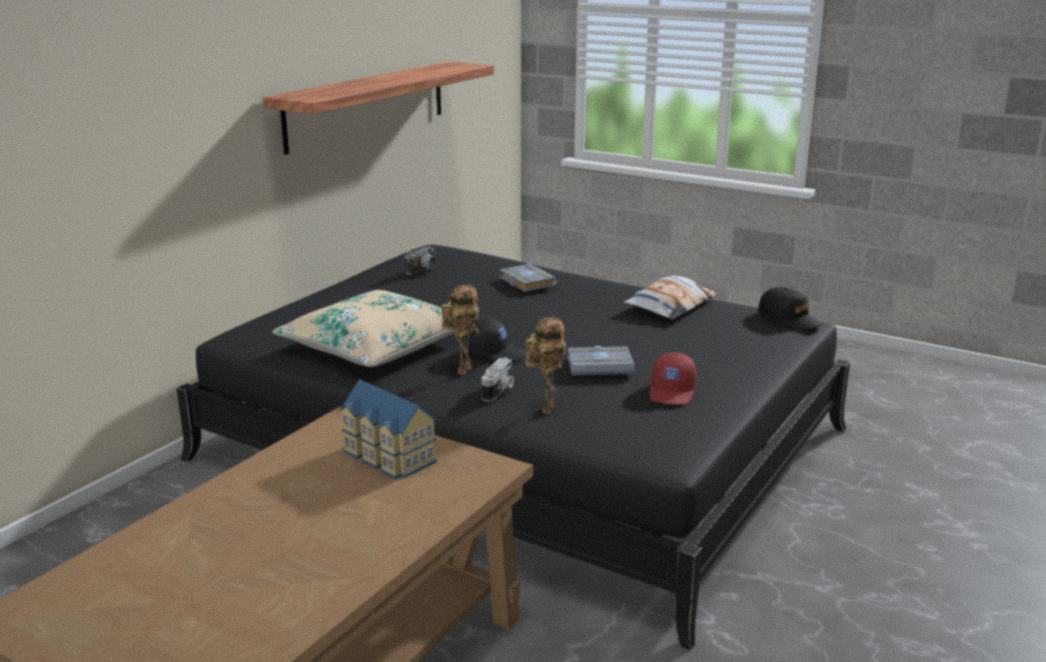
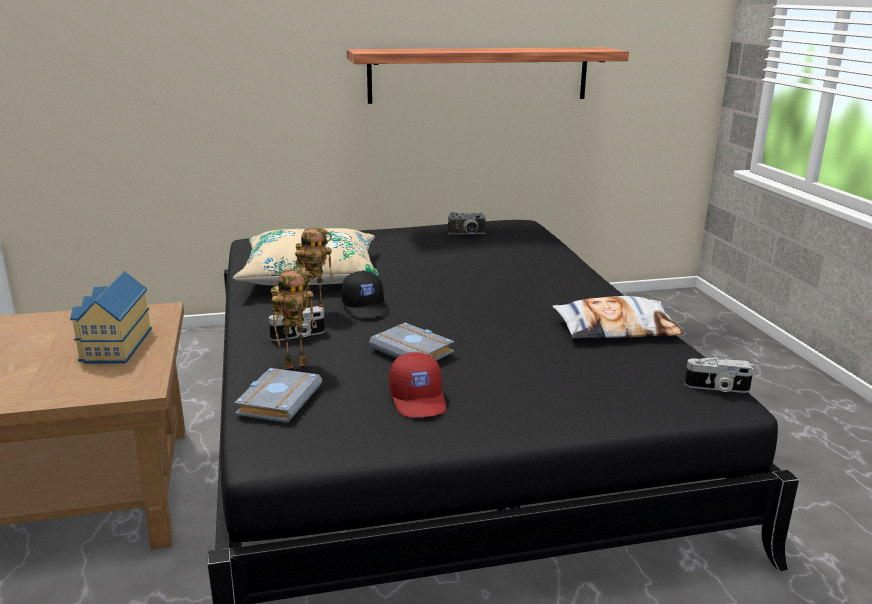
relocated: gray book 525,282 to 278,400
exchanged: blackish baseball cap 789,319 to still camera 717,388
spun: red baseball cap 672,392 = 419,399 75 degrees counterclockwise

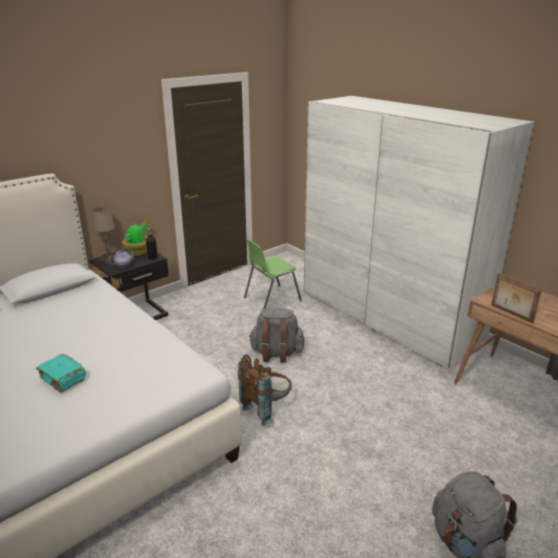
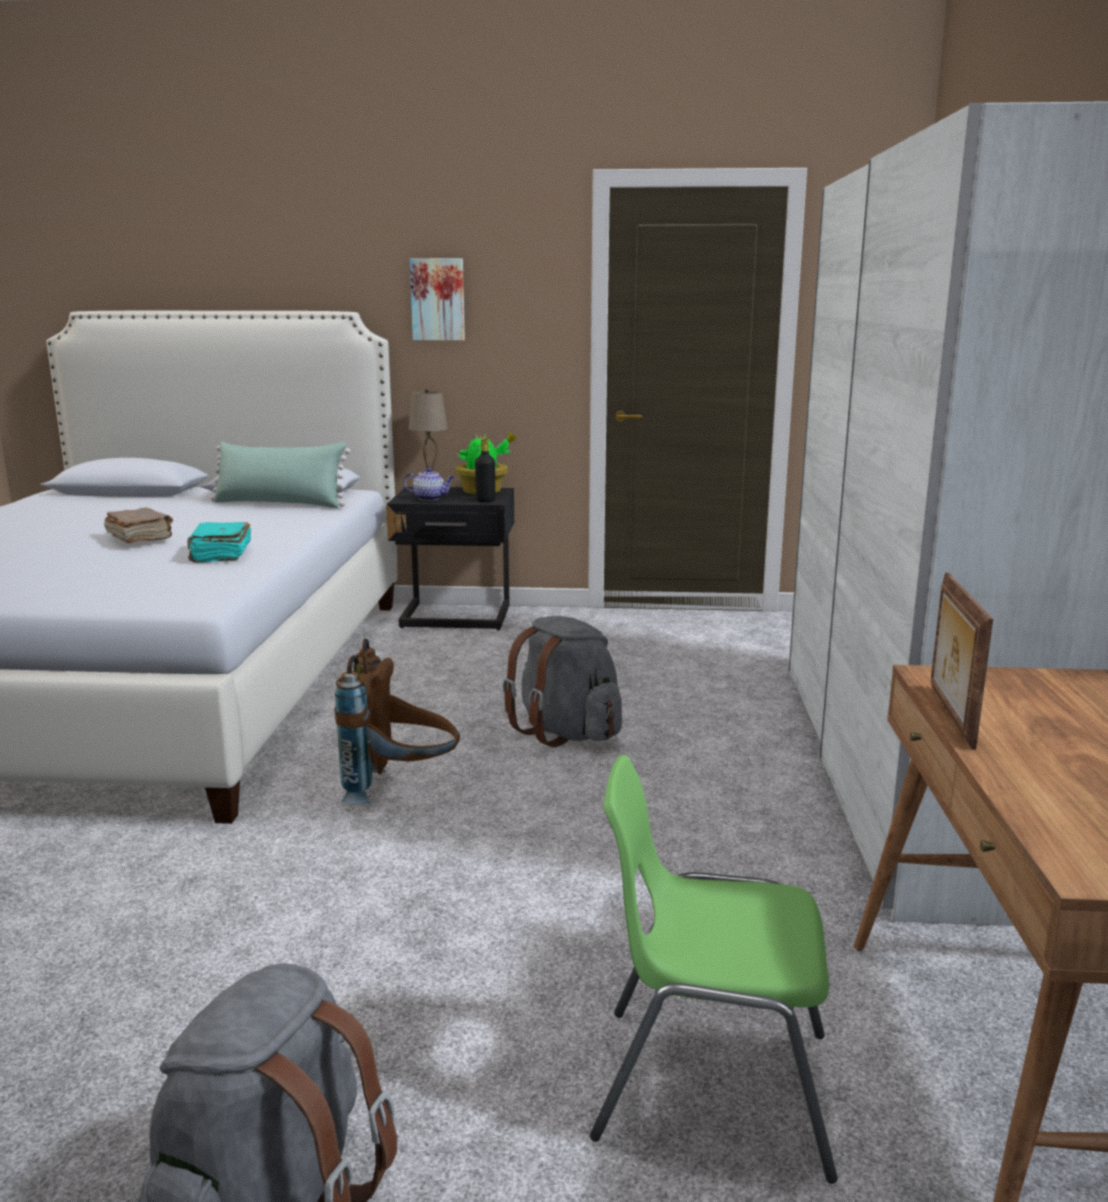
appeared: brown book 140,538; green-coloured cushion 280,503; picture 438,299
relocated: blue-green book 63,379 to 220,554; green-coloured plain chair 271,299 to 709,1085

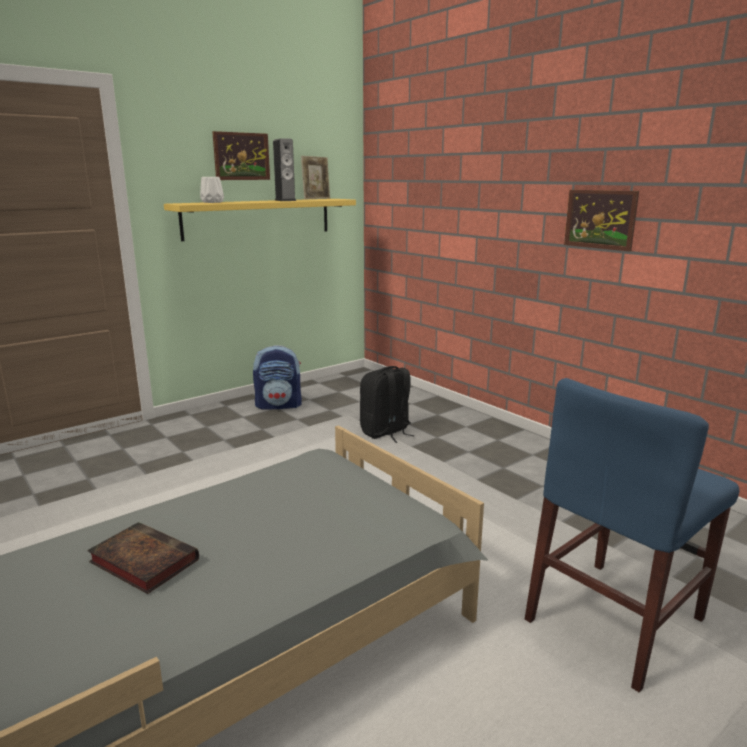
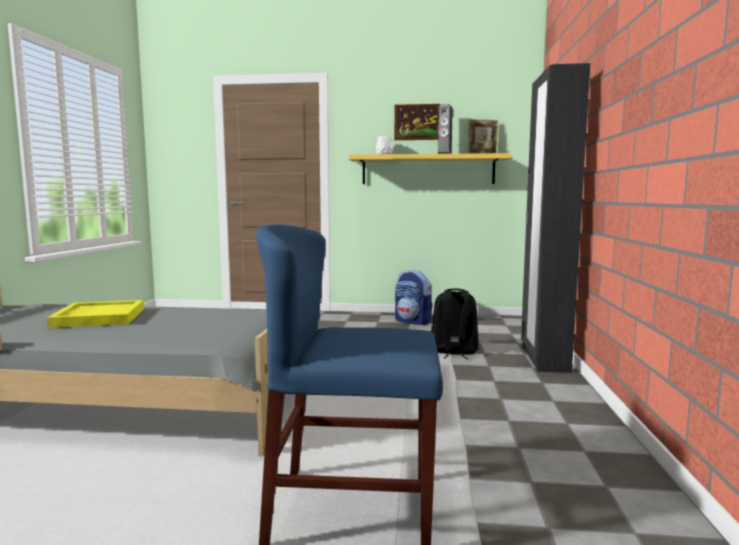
missing: picture 600,219
appeared: blackish armoire 543,359
exchanged: book 141,561 to yellow serving tray 99,317

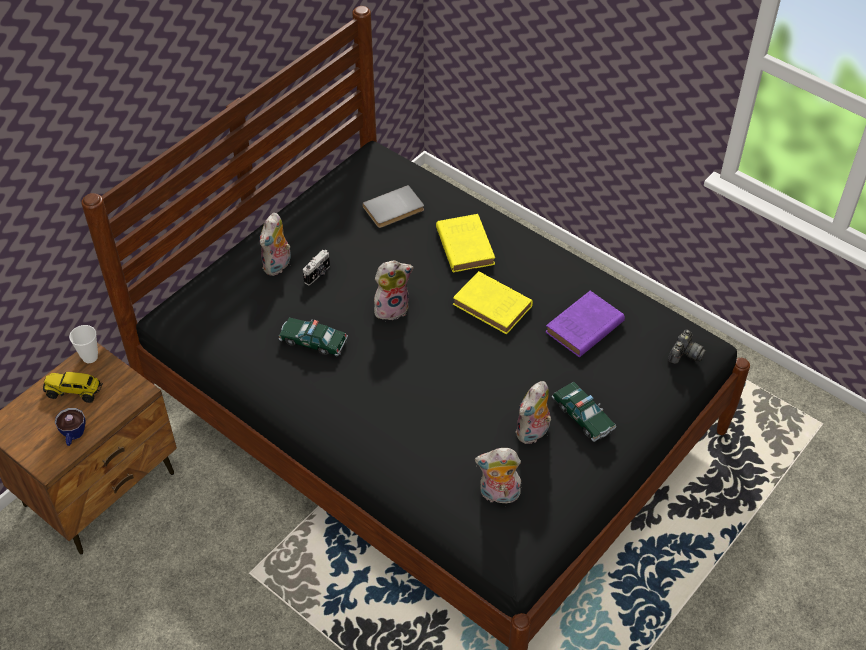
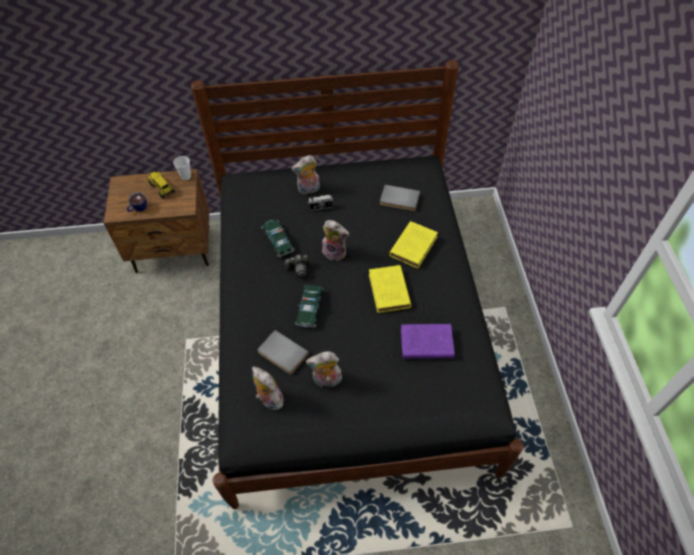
appeared: gray book 282,354
relocated: model car 583,416 to 310,308; still camera 684,354 to 299,269

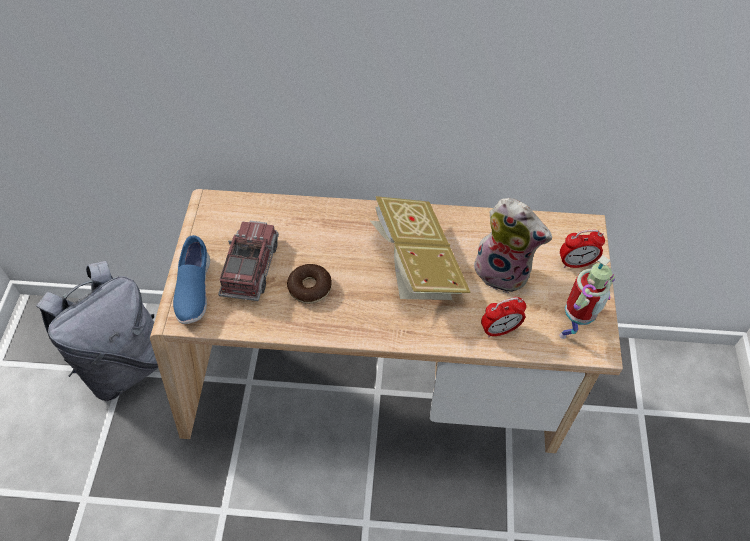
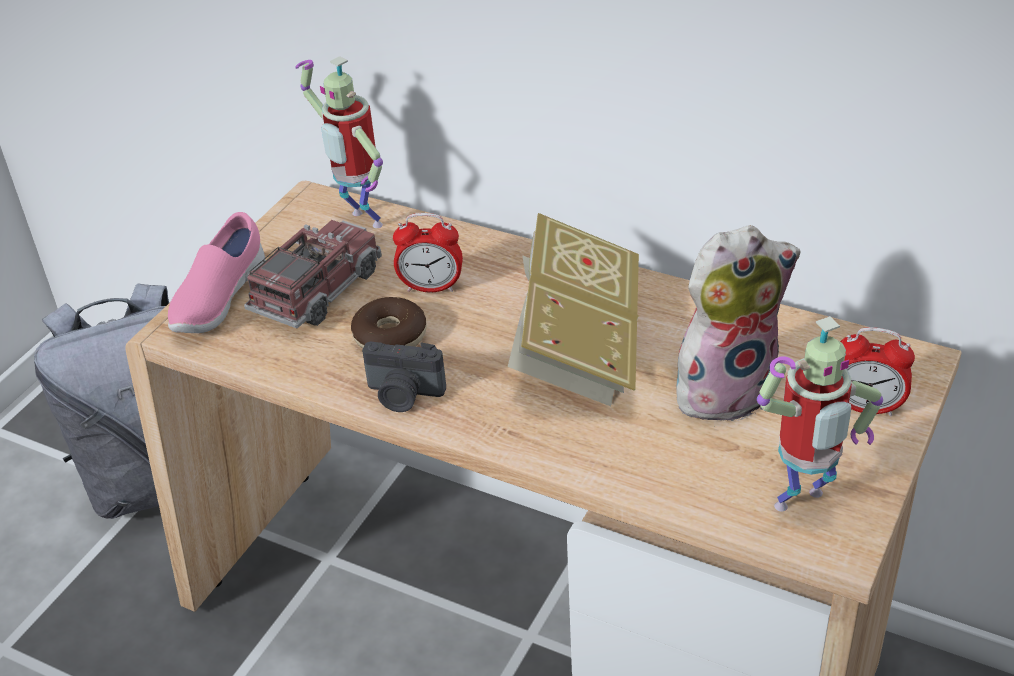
appeared: robot figure 361,221; still camera 403,395
relocated: alarm clock 499,330 to 431,287
colour: blue low shoe 194,290 to pinkish low shoe 218,300
spun: plush toy 504,271 = 725,389 75 degrees counterclockwise

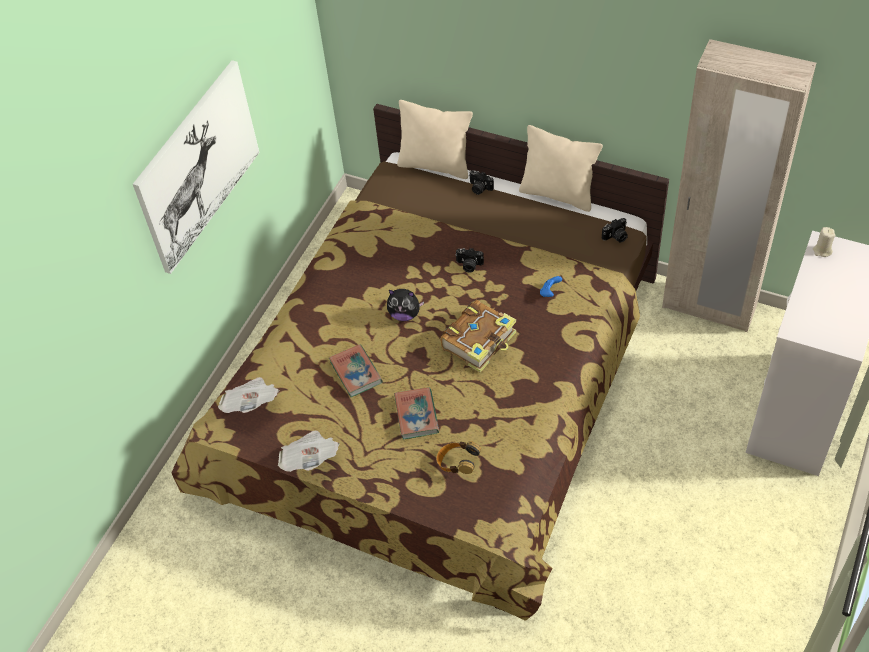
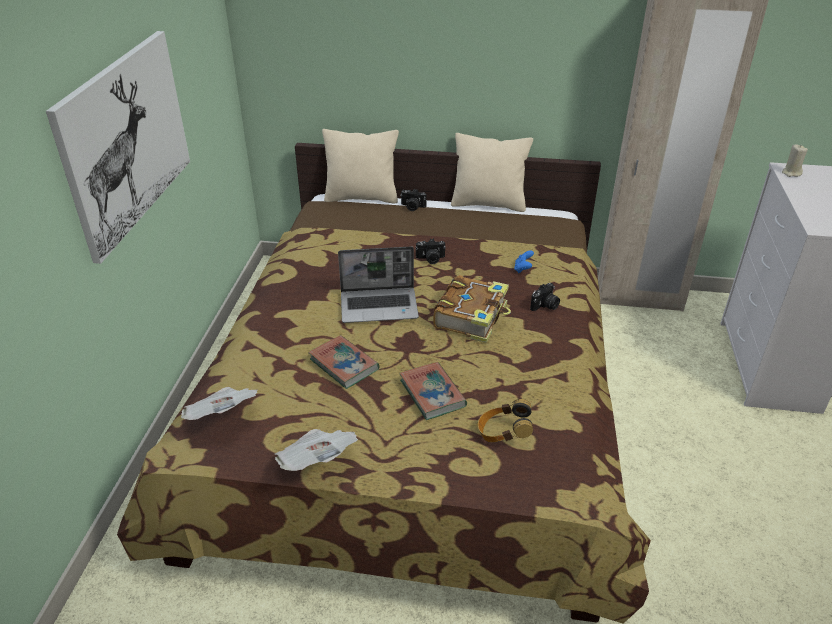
relocated: still camera 616,237 to 545,306
exchanged: plush toy 405,314 to laptop 380,306

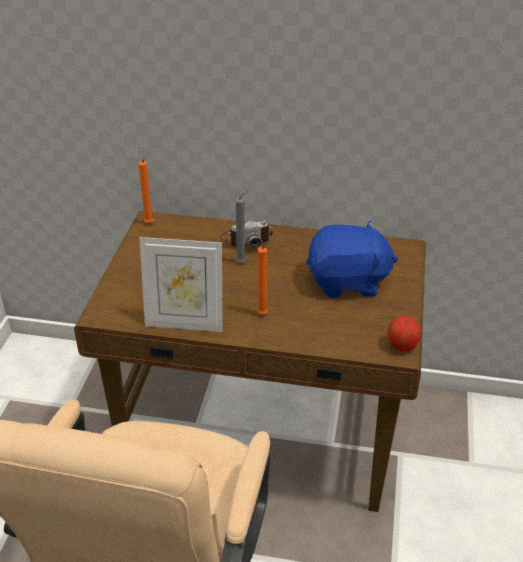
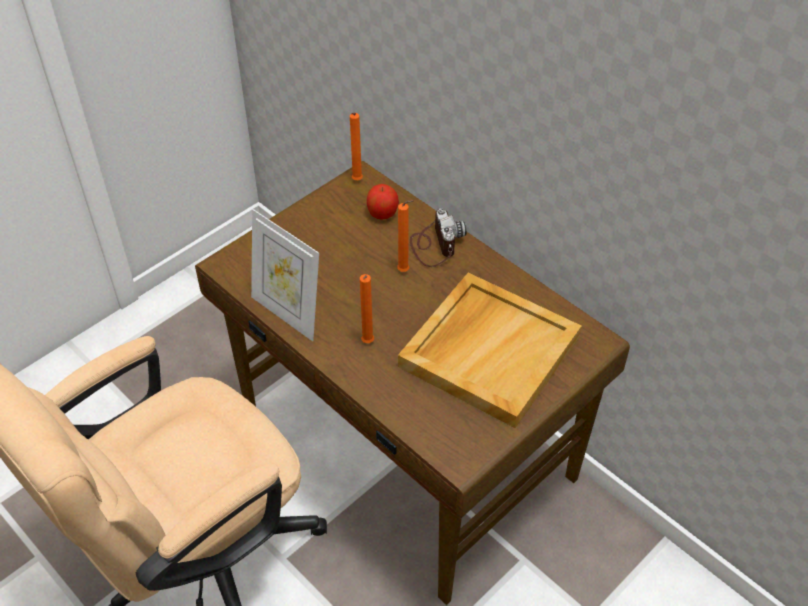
relocated: whole apple 402,346 to 382,214
exchanged: blue plush toy 348,282 to beige serving tray 489,350
colour: gray candle 242,262 to orange-coloured candle 405,271
spun: still camera 246,239 = 434,245 120 degrees counterclockwise

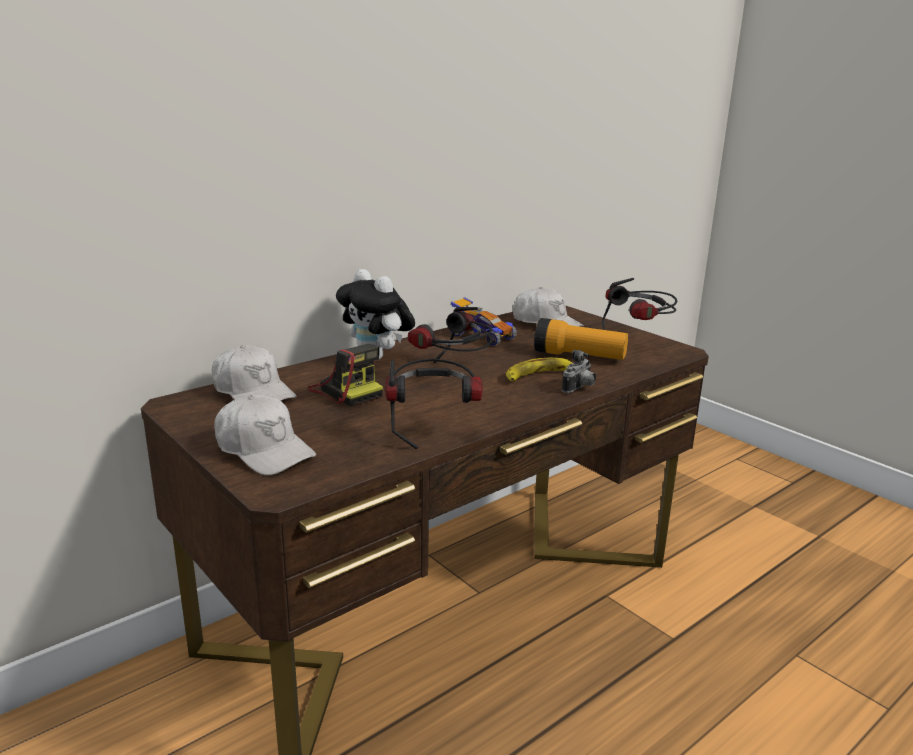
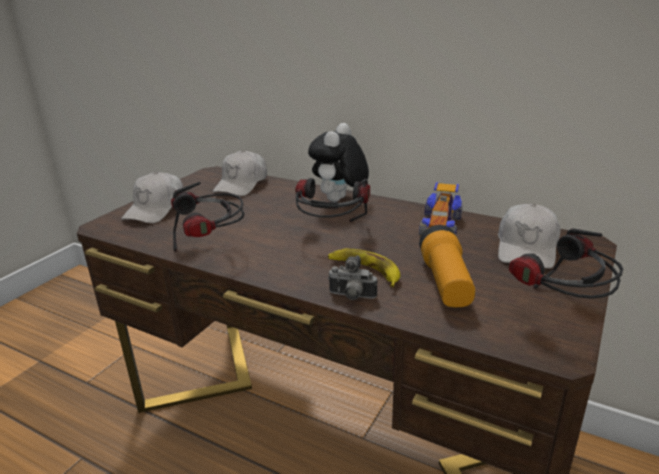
missing: still camera 346,391

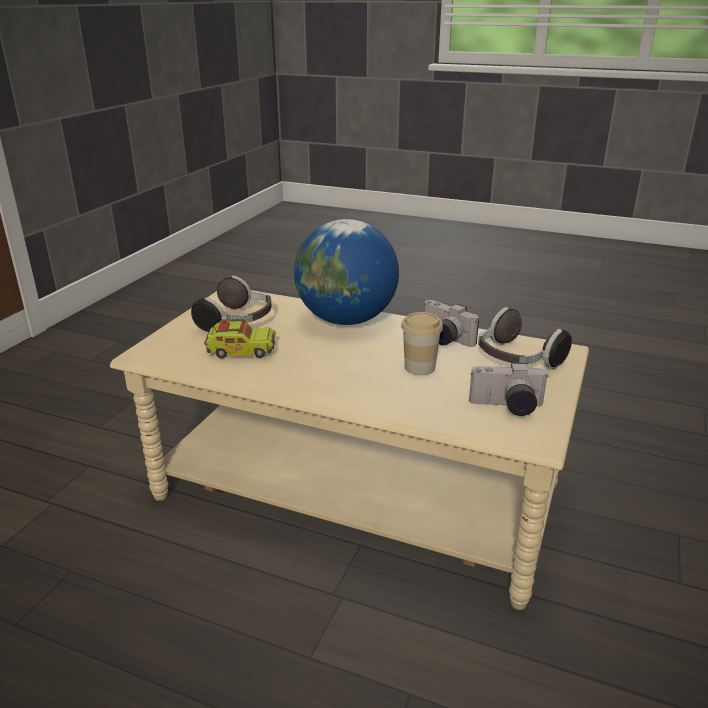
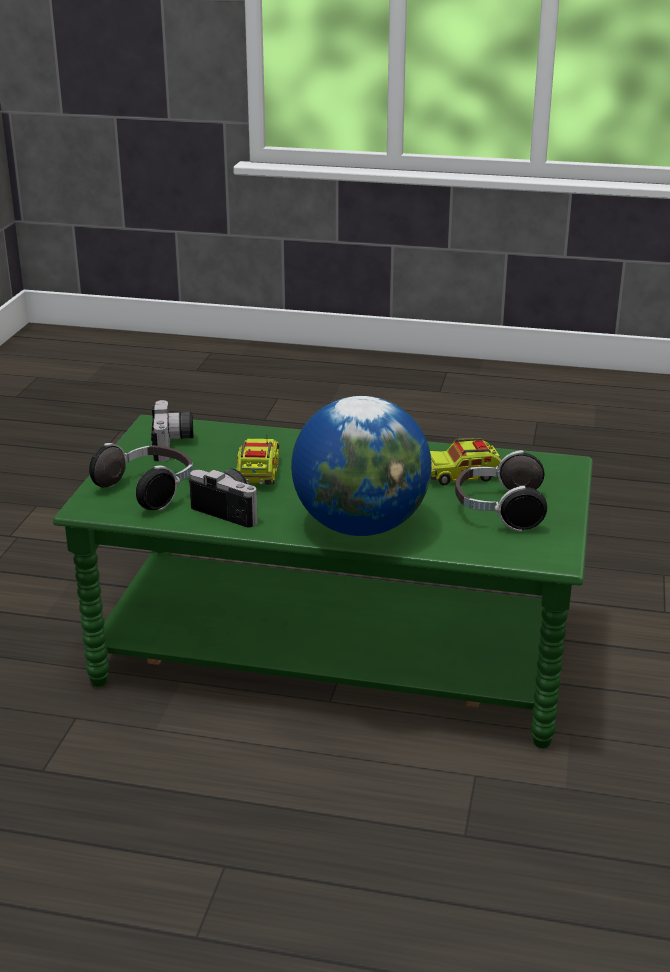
exchanged: cup 419,367 to toy lorry 258,473
colour: beige low table 355,494 to green-coloured low table 333,654
spun: still camera 507,407 = 173,445 90 degrees clockwise

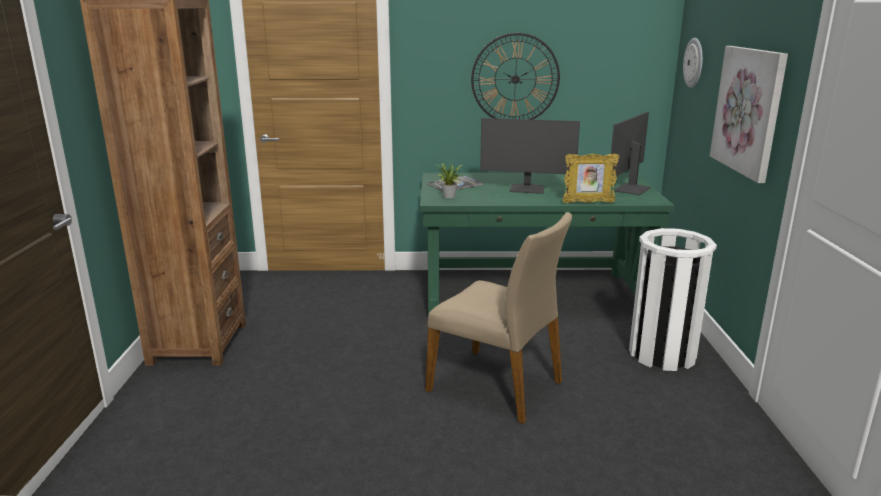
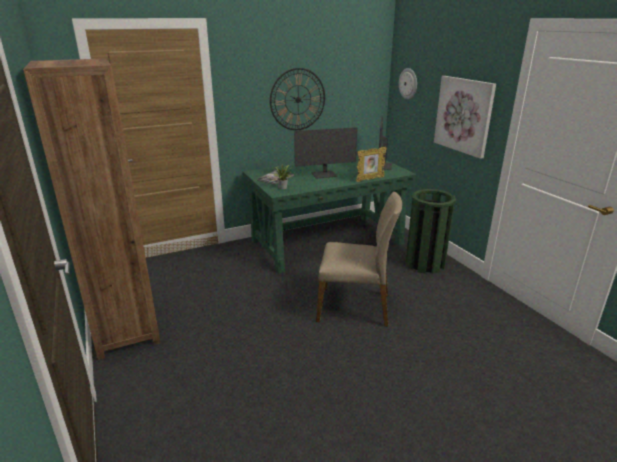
colour: whitish waste bin 662,354 to green-coloured waste bin 425,264

